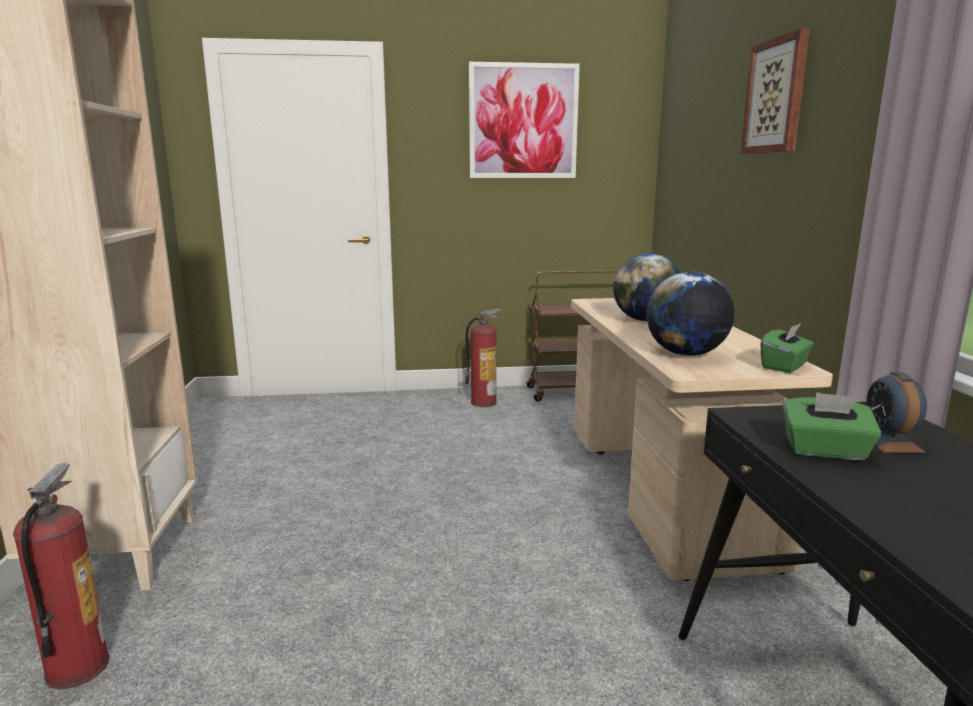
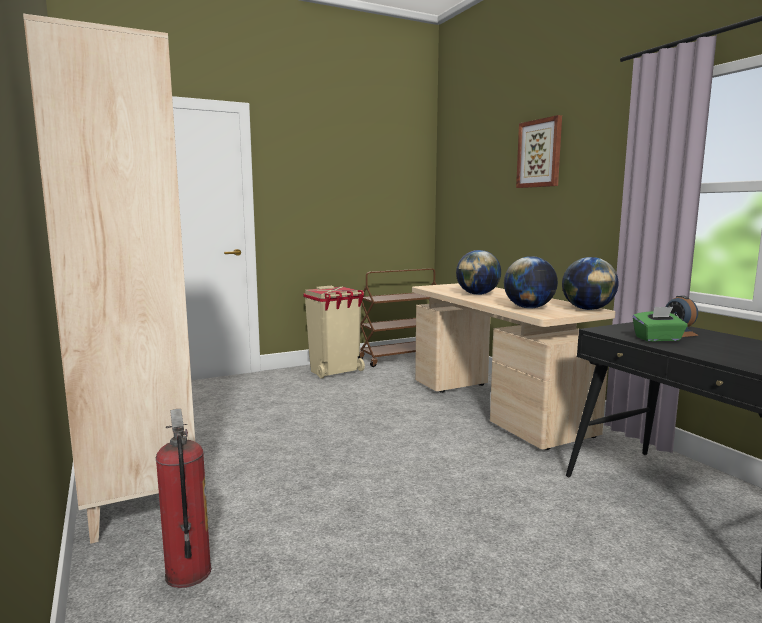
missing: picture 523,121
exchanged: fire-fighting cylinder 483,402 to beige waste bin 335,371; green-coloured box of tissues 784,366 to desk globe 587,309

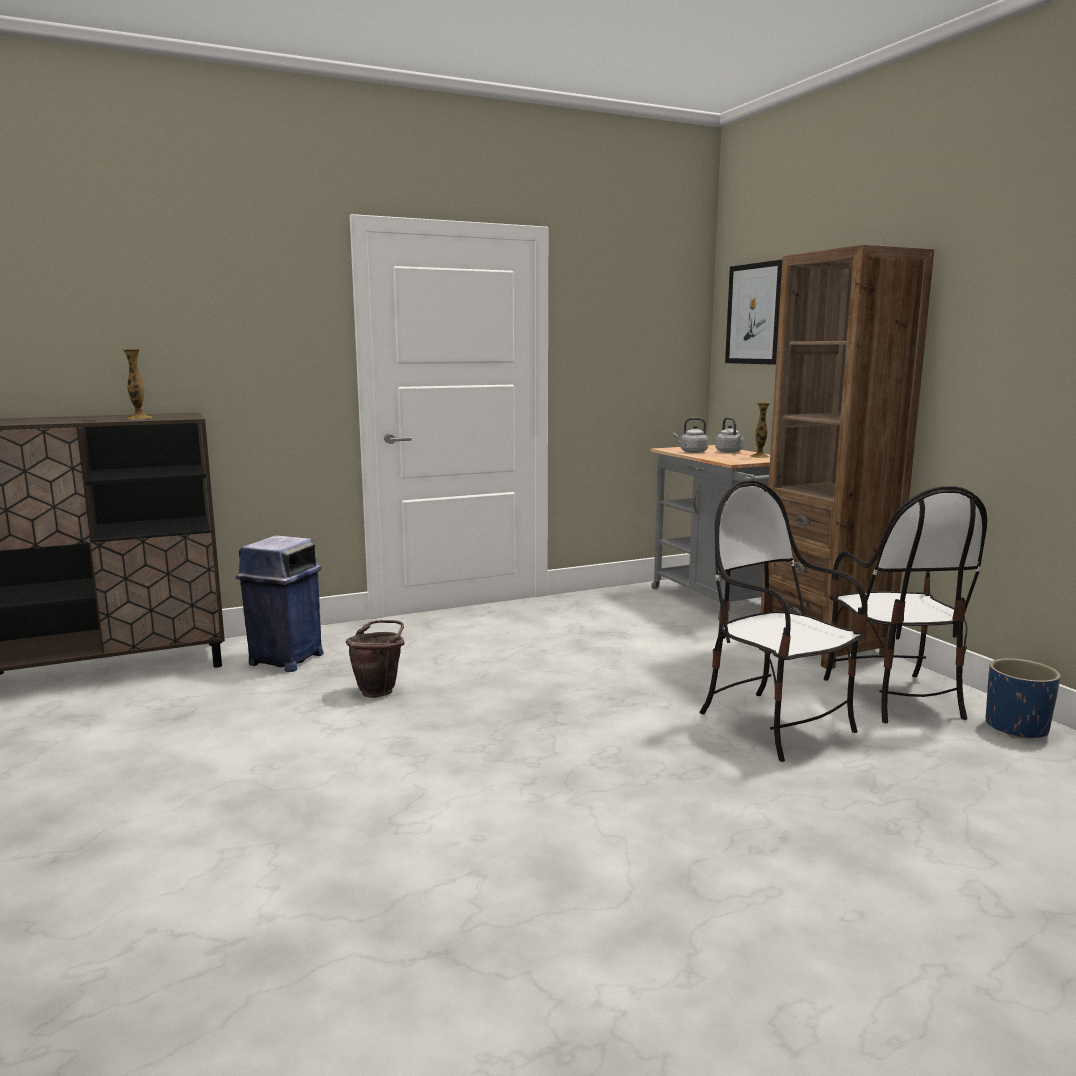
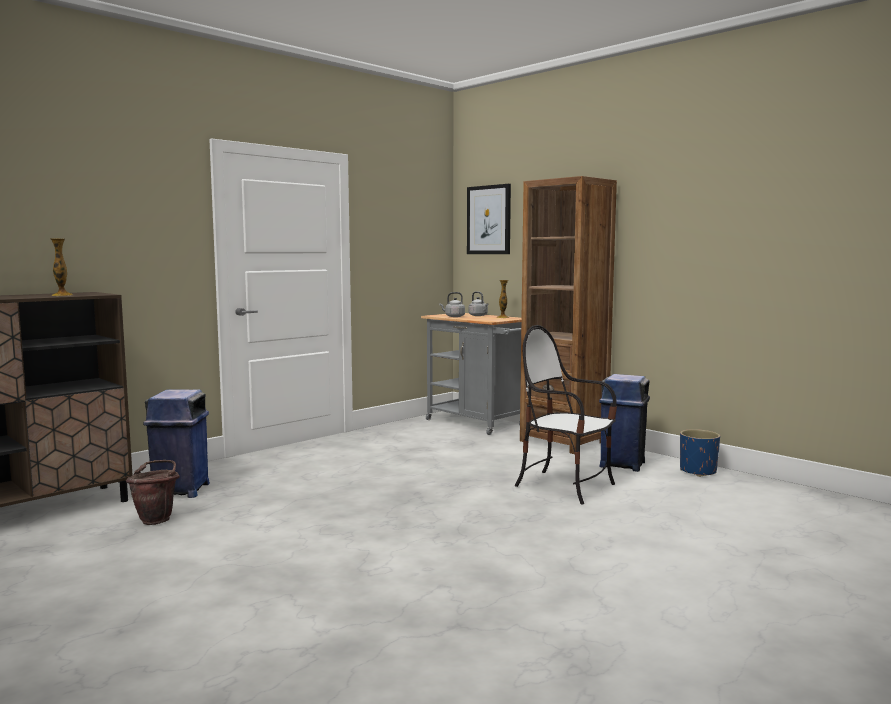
relocated: brown bucket 379,690 to 157,519
exchanged: plain chair 893,697 to blue waste bin 622,464

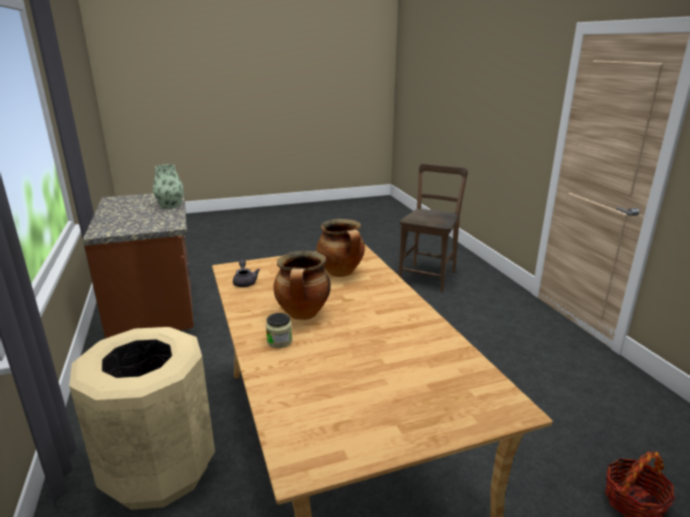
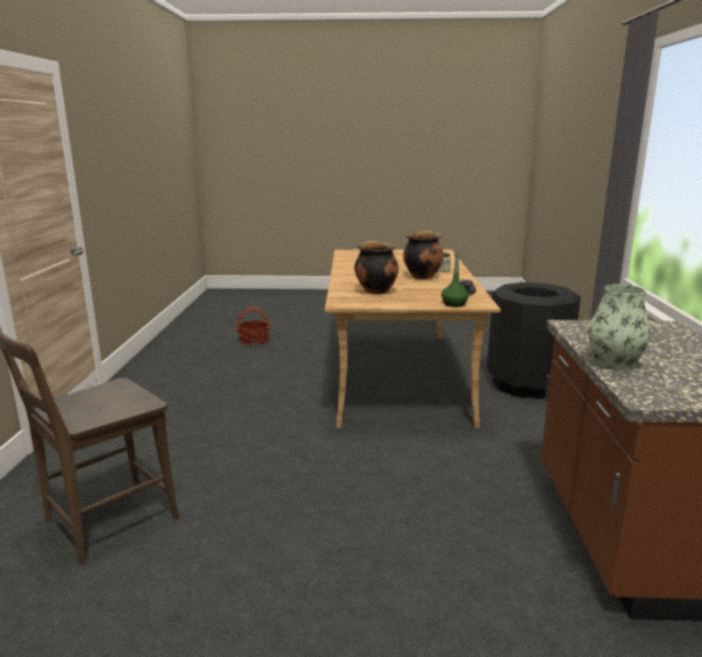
appeared: green-coloured beverage bottle 454,304
colour: beige waste bin 160,470 to blackish waste bin 526,384

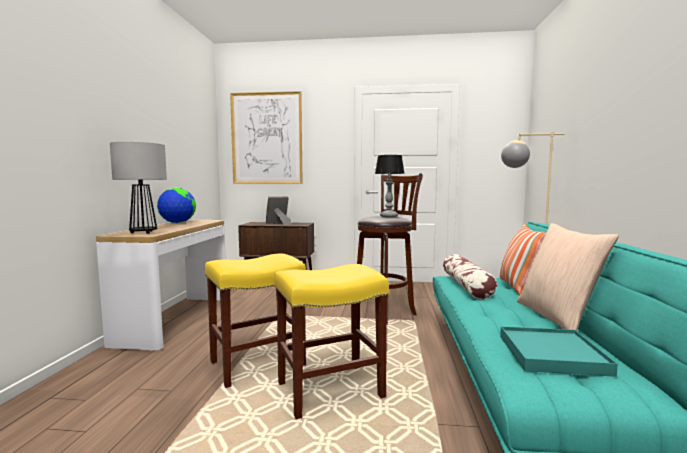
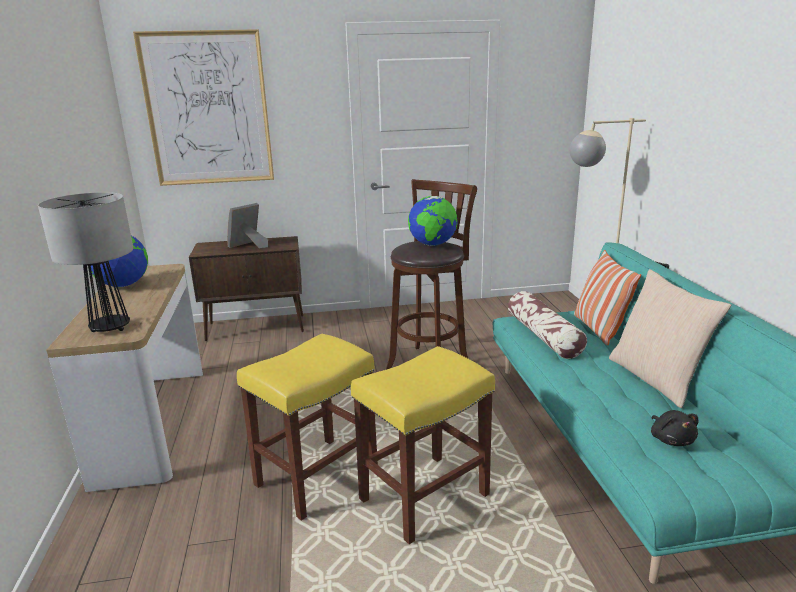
exchanged: table lamp 389,216 to desk globe 432,245; blue-green serving tray 551,354 to blackish plush toy 671,439

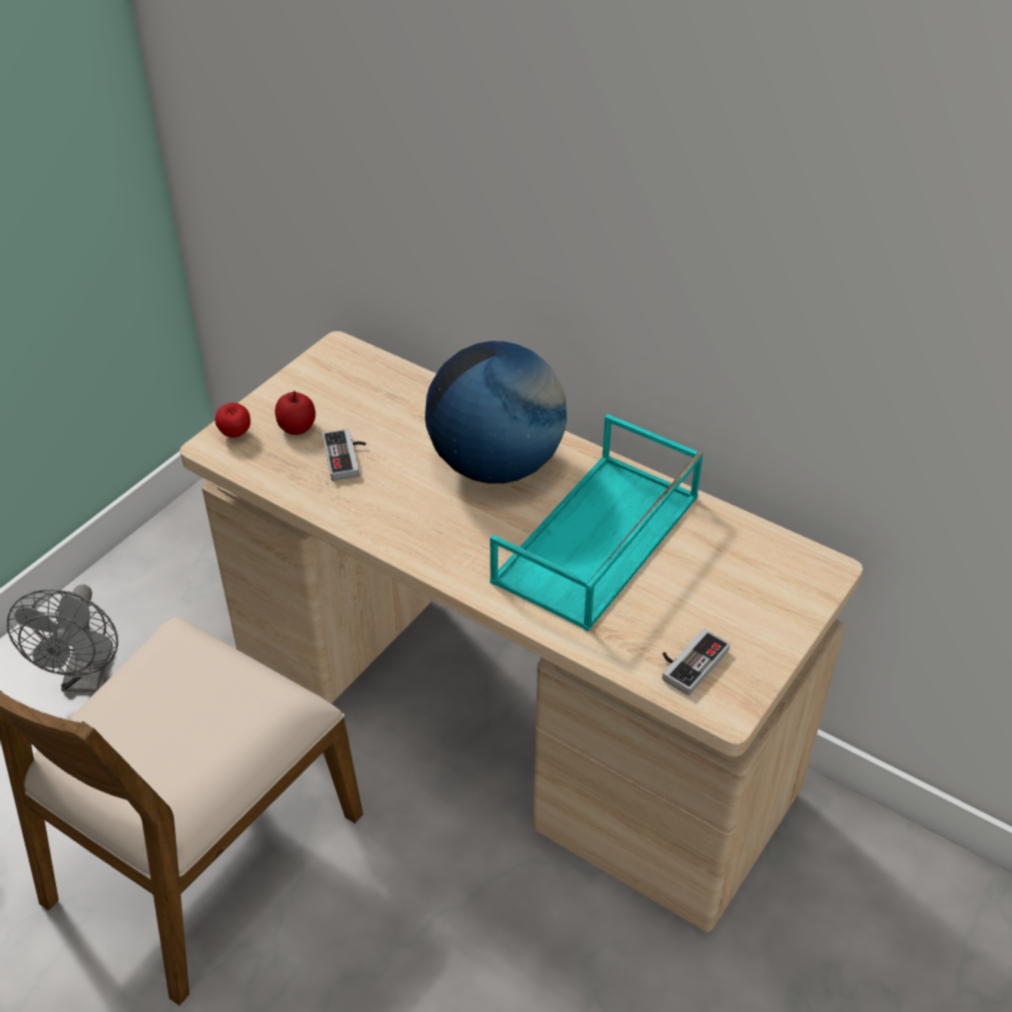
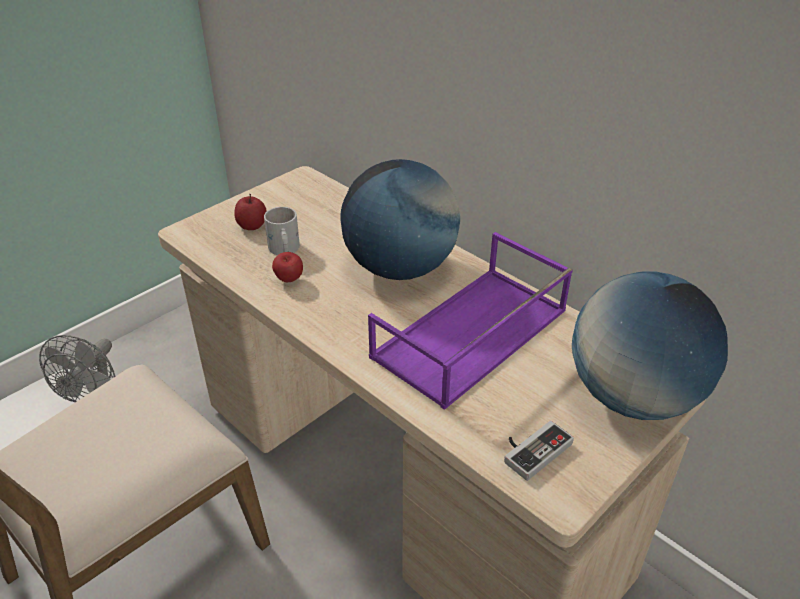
appeared: desk globe 633,396
relocated: whole apple 235,435 to 289,280
exchanged: joypad 347,457 to whitish coffee mug 283,250
colour: blue-green serving tray 598,541 to purple-coloured serving tray 471,335

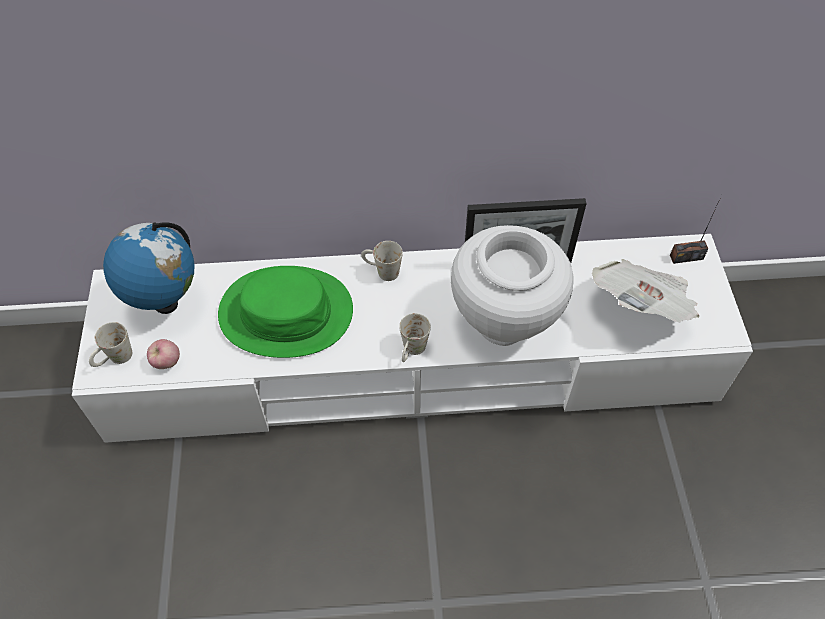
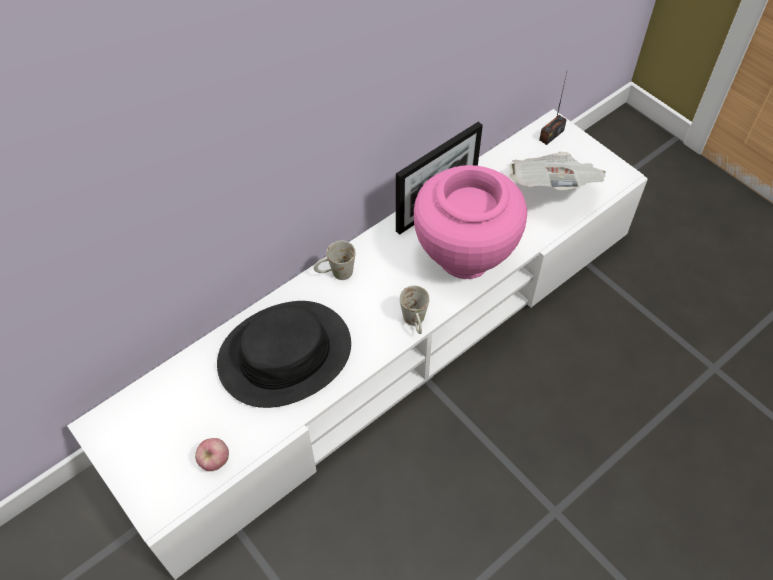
missing: whitish coffee mug 115,359; desk globe 165,303
colour: green-coloured wearable hat 286,312 to blackish wearable hat 284,354; whitish vase 504,321 to pinkish vase 464,257

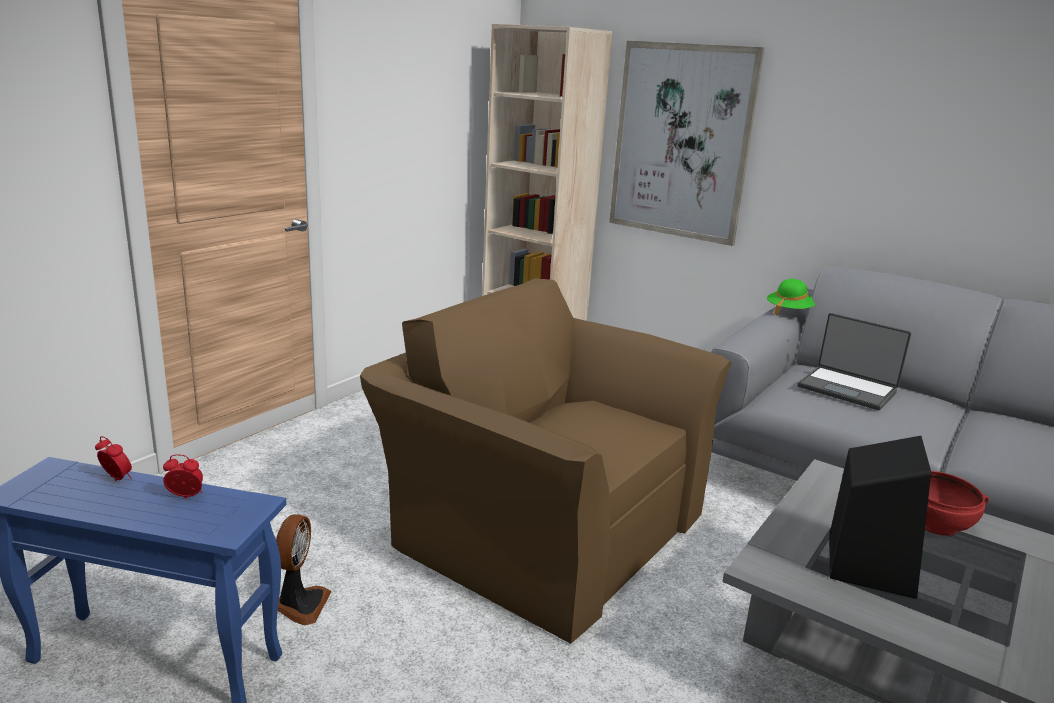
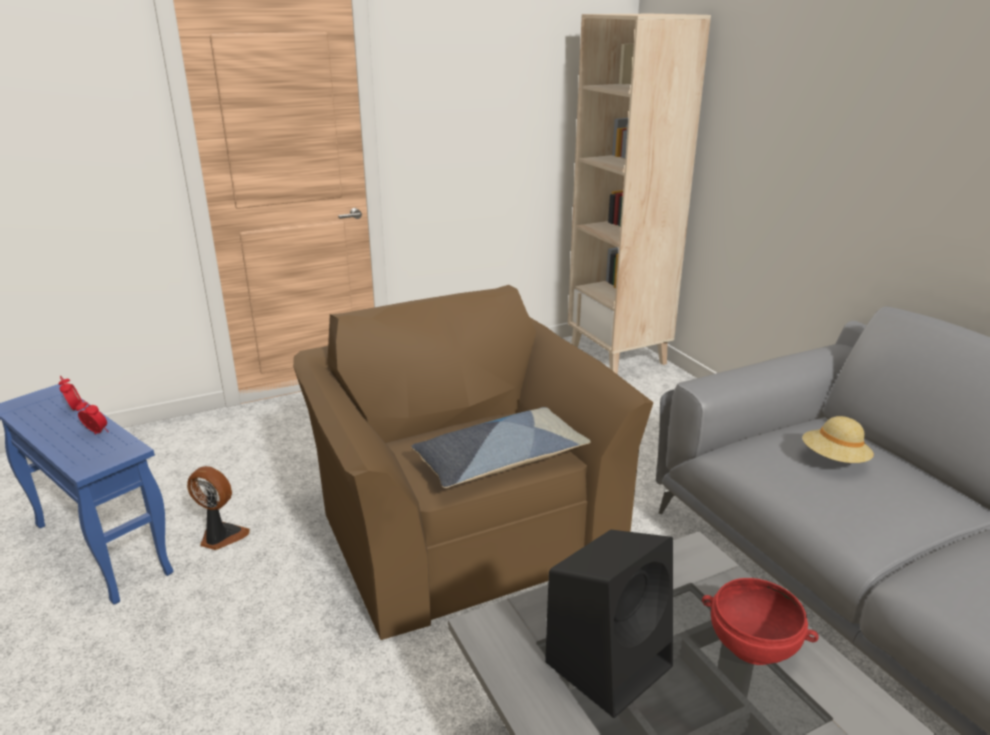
missing: picture 681,142; green-coloured wearable hat 789,311
appeared: cushion 500,460
exchanged: laptop 847,389 to beige wearable hat 834,460
spun: fan 300,604 = 221,537 105 degrees counterclockwise

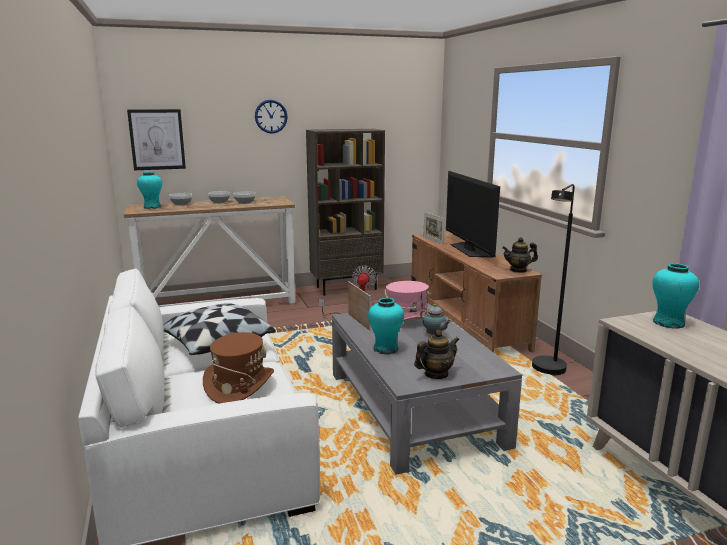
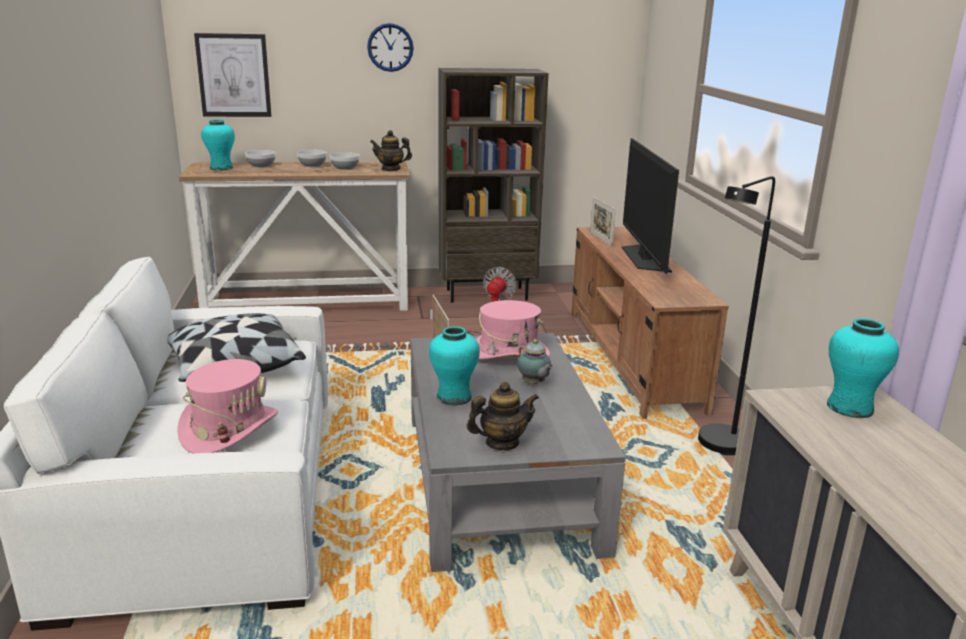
relocated: tea pot 518,270 to 391,169
colour: brown wearable hat 239,385 to pinkish wearable hat 229,429

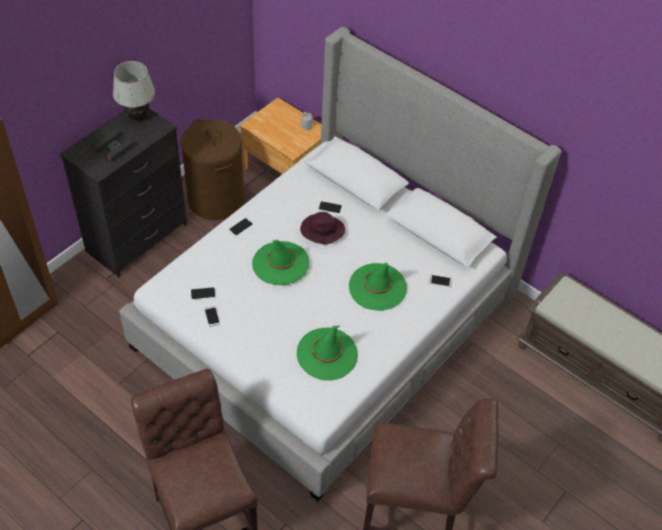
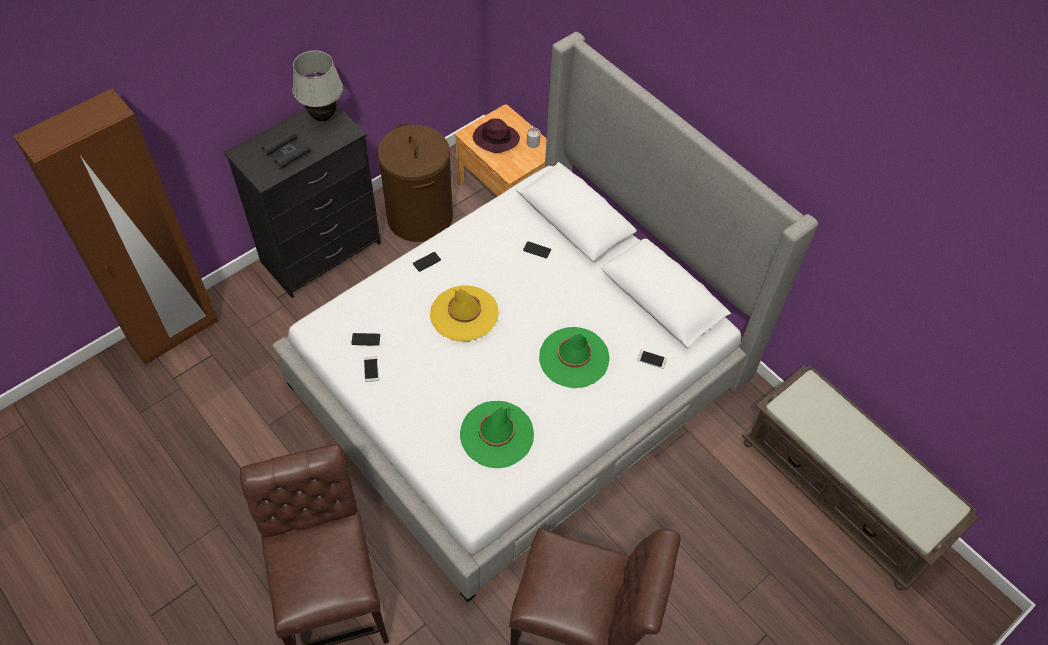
relocated: purple-coloured wearable hat 321,231 to 495,139
colour: green-coloured wearable hat 280,263 to yellow wearable hat 464,313

